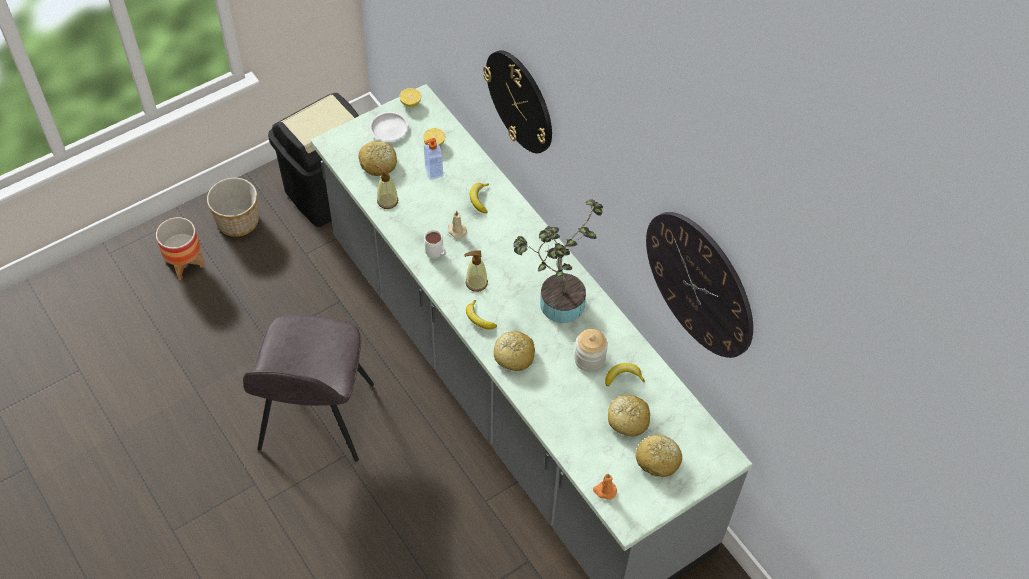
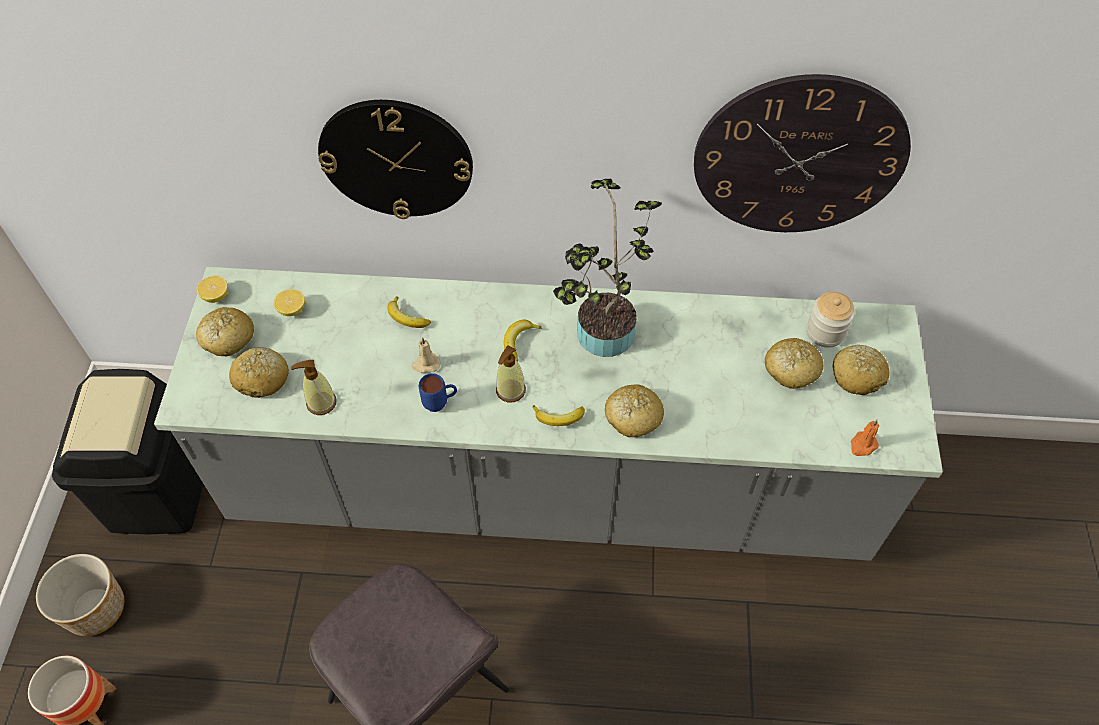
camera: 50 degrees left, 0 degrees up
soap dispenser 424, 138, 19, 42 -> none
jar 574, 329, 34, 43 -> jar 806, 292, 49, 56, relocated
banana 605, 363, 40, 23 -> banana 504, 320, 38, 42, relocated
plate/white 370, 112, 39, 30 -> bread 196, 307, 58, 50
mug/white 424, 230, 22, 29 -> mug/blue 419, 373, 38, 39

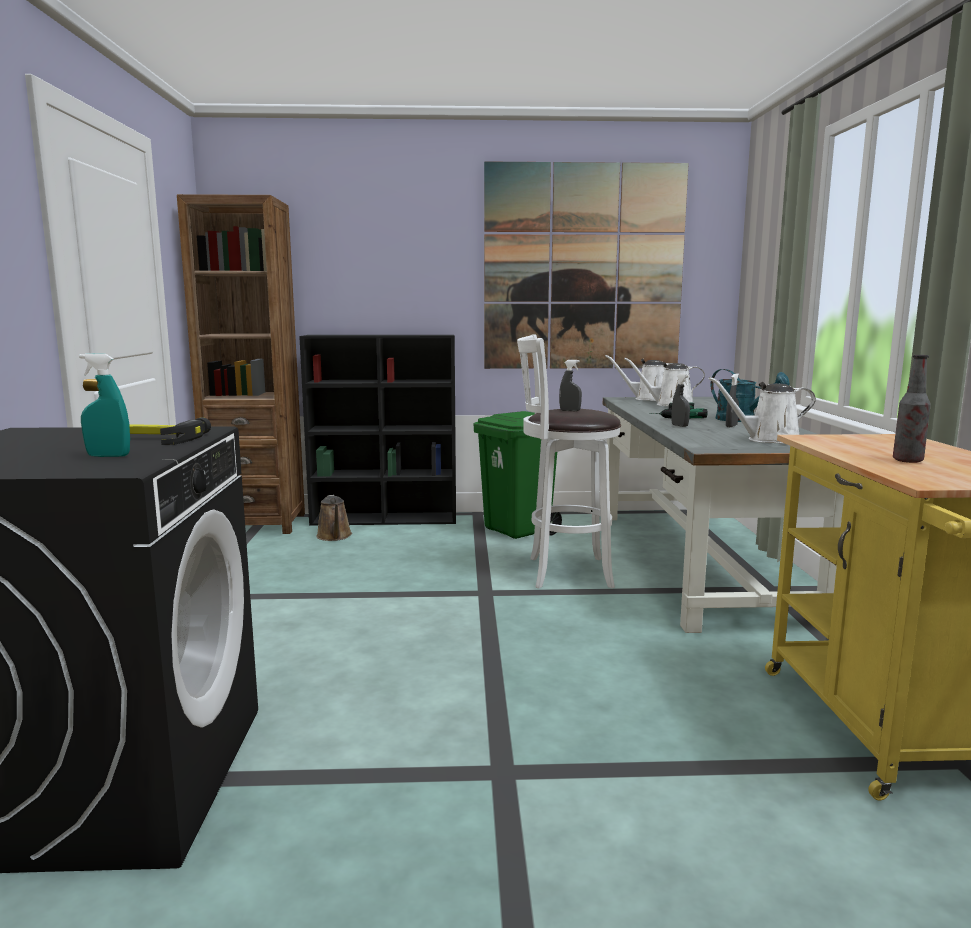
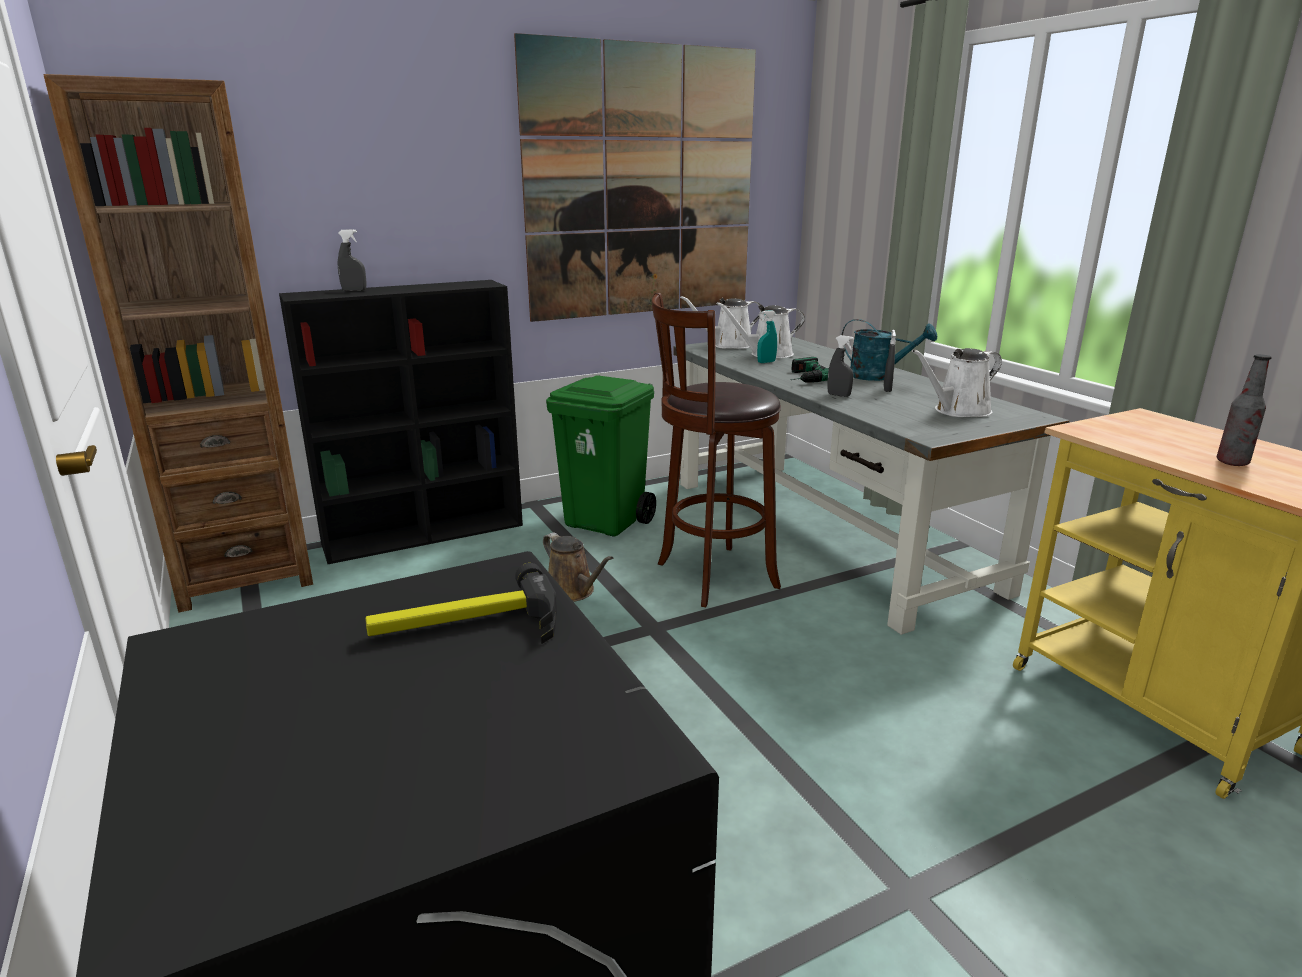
camera: 25 degrees left, 10 degrees up
spray bottle/turquoise 79, 353, 51, 104 -> spray bottle/turquoise 757, 310, 20, 53, relocated
watering can/brown 316, 495, 36, 46 -> watering can/brown 543, 533, 70, 69, relocated
spray bottle/grey 559, 360, 23, 51 -> spray bottle/grey 338, 229, 28, 62, relocated
stool/white 517, 335, 104, 254 -> stool/brown 652, 293, 129, 314

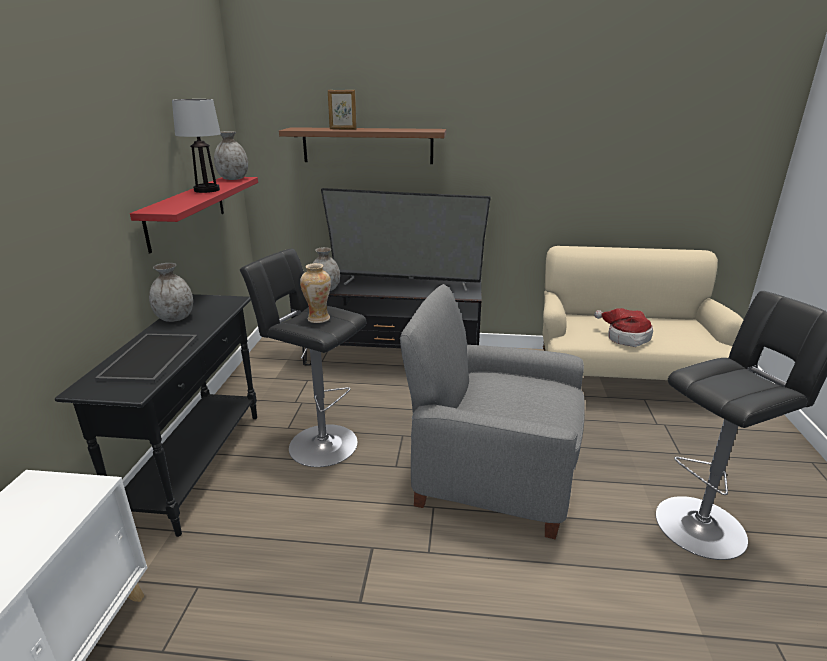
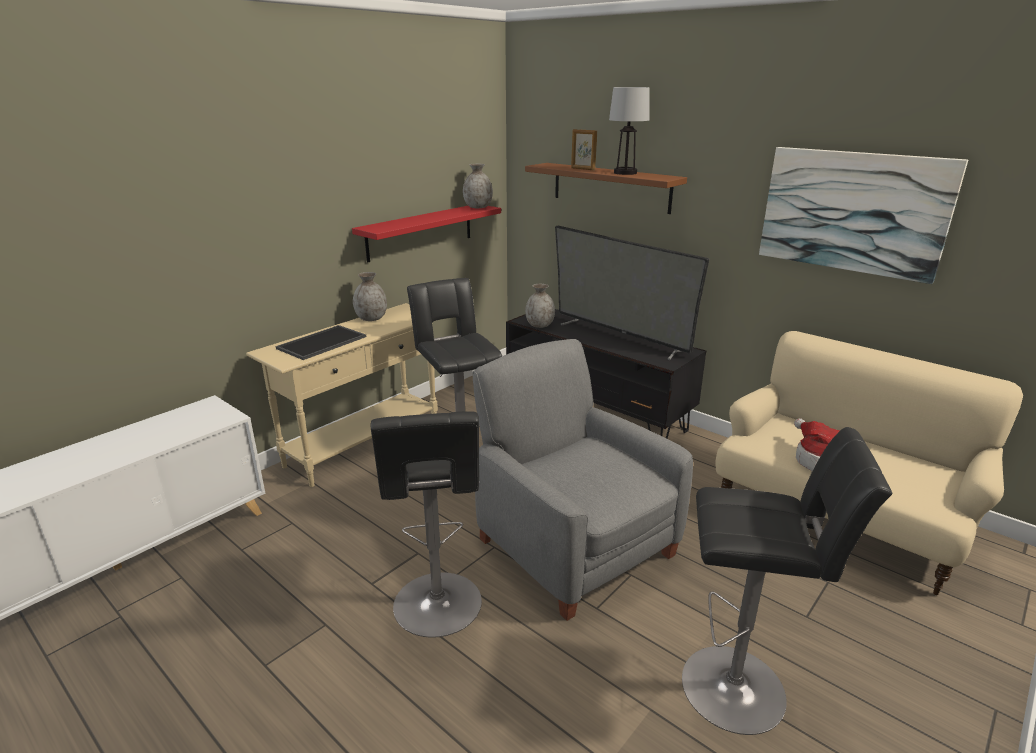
camera: 35 degrees right, 0 degrees up
vase 300, 263, 31, 60 -> none
none -> stool/black 370, 412, 112, 226
none -> picture 759, 147, 209, 137
table lamp 172, 99, 49, 94 -> table lamp 609, 87, 41, 88, relocated
console table/black 55, 294, 202, 243 -> console table/beige 246, 303, 192, 184

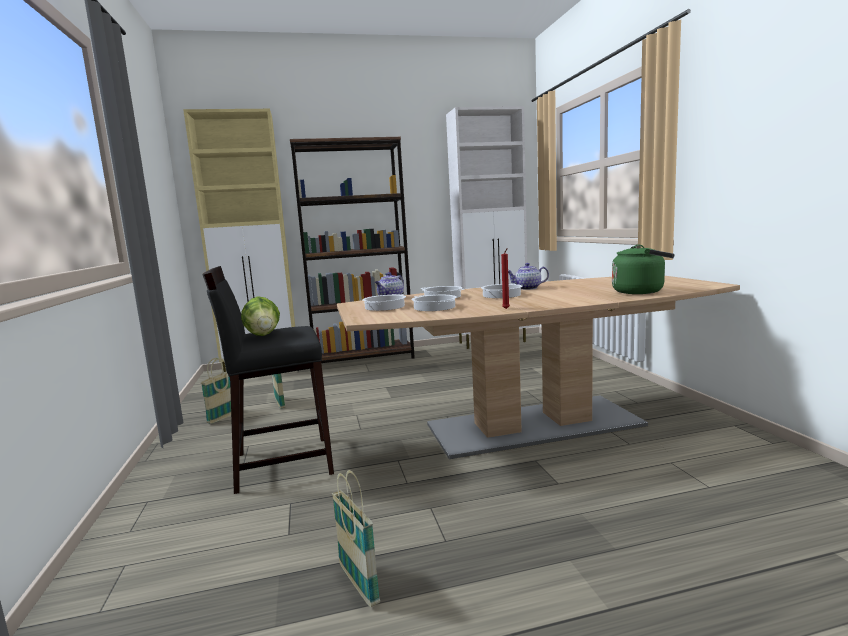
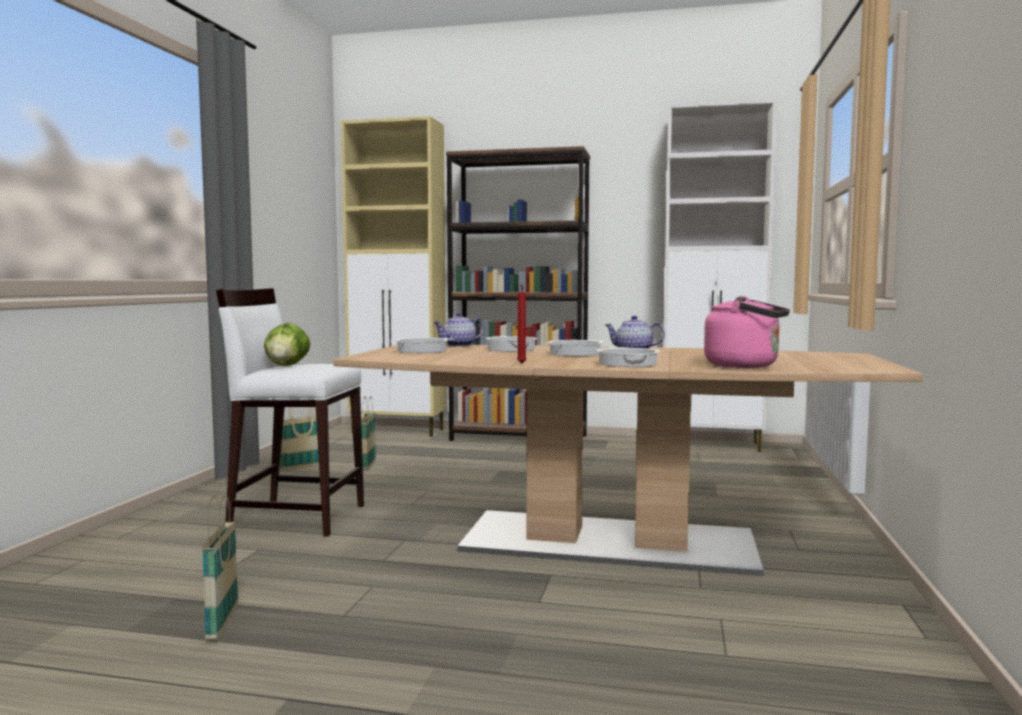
camera: 25 degrees right, 5 degrees down
cooking pot 411, 295, 46, 16 -> cooking pot 596, 347, 64, 20, relocated
stool/black 202, 266, 132, 228 -> stool/white 216, 288, 148, 249
kettle/green 612, 245, 63, 49 -> kettle/pink 704, 296, 86, 72

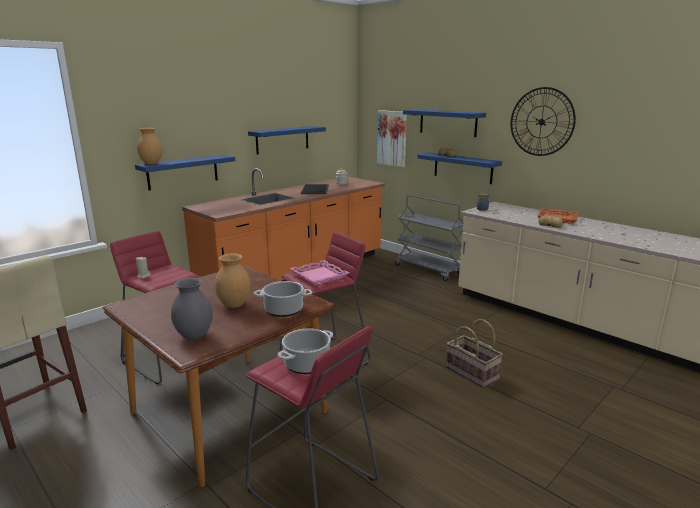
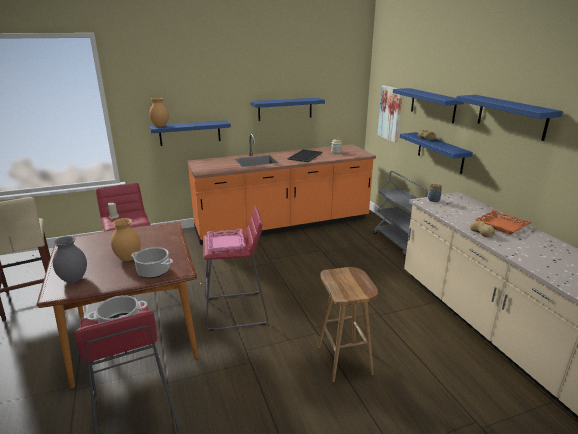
camera: 25 degrees right, 5 degrees up
basket 446, 319, 57, 69 -> stool/brown 317, 267, 61, 115
wall clock 511, 87, 65, 69 -> shelf/blue 456, 95, 107, 46

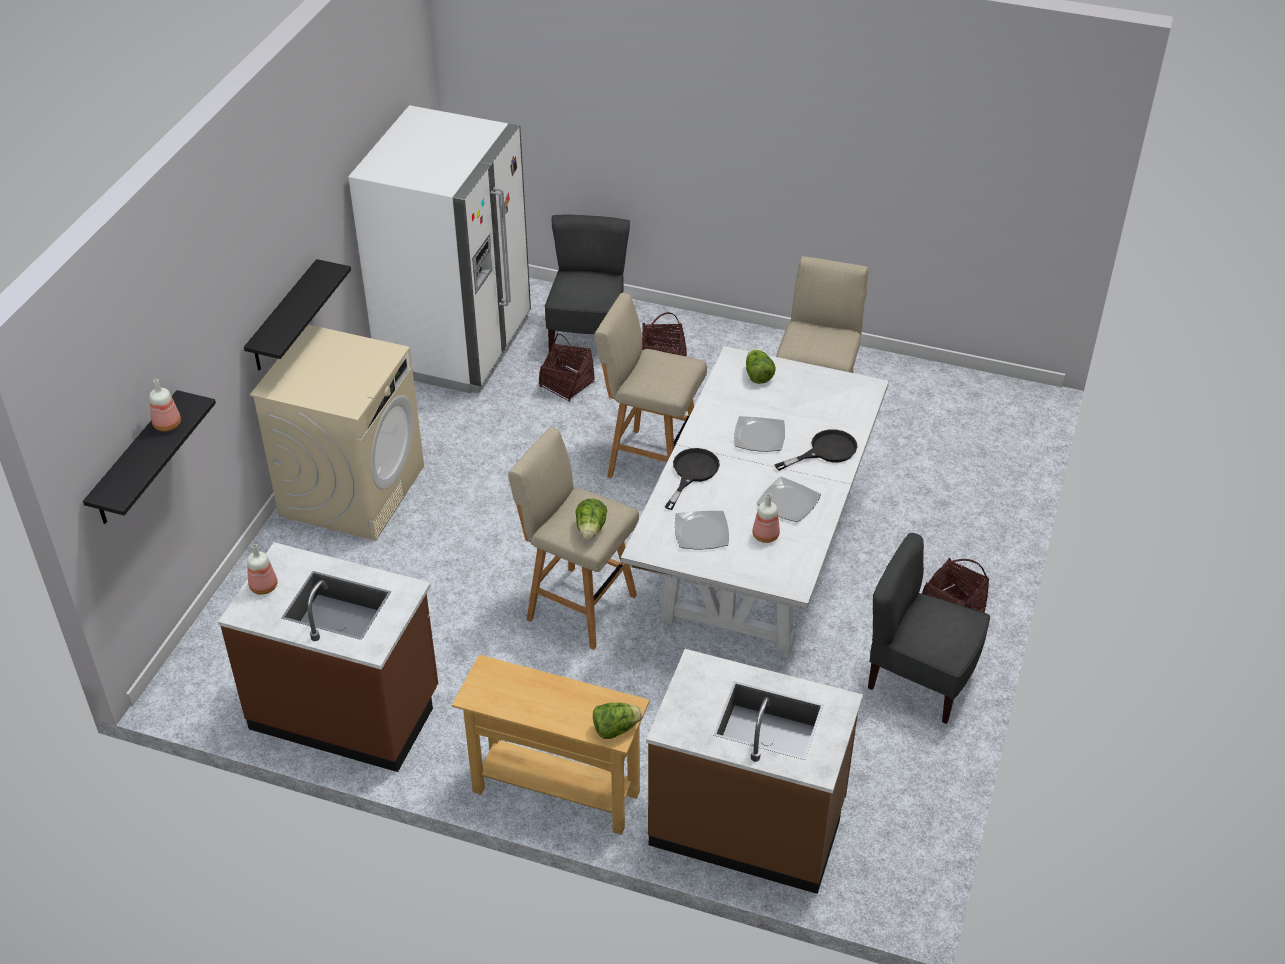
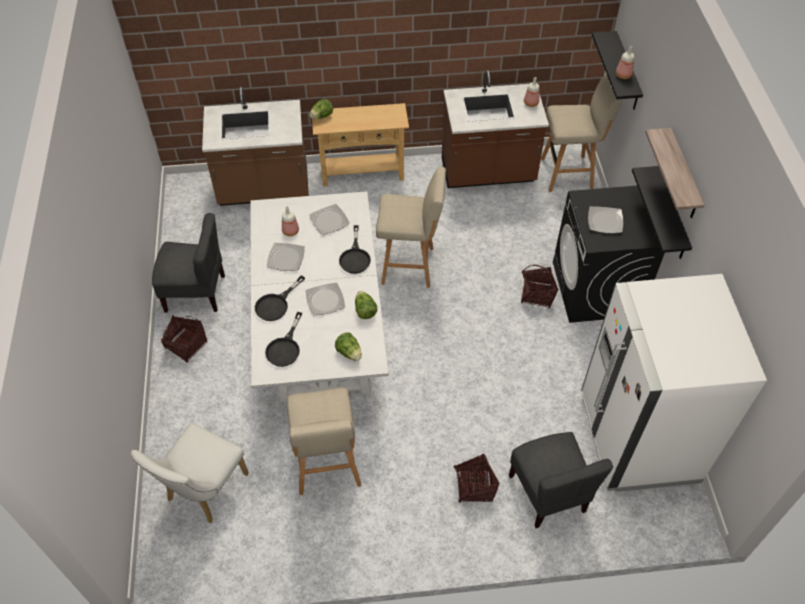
camera: 155 degrees right, 10 degrees up
none -> chair/white 131, 424, 118, 99
none -> frying pan/black 265, 312, 37, 55
none -> plate 588, 206, 35, 27
none -> shelf 645, 128, 59, 90
basket 539, 334, 56, 68 -> basket 521, 265, 37, 43, relocated
lettuce 576, 499, 31, 40 -> lettuce 355, 291, 22, 28, relocated
stool/beige 595, 293, 112, 185 -> stool/beige 541, 73, 81, 119, relocated
washing machine/beige 250, 324, 174, 217 -> washing machine/black 553, 186, 112, 137

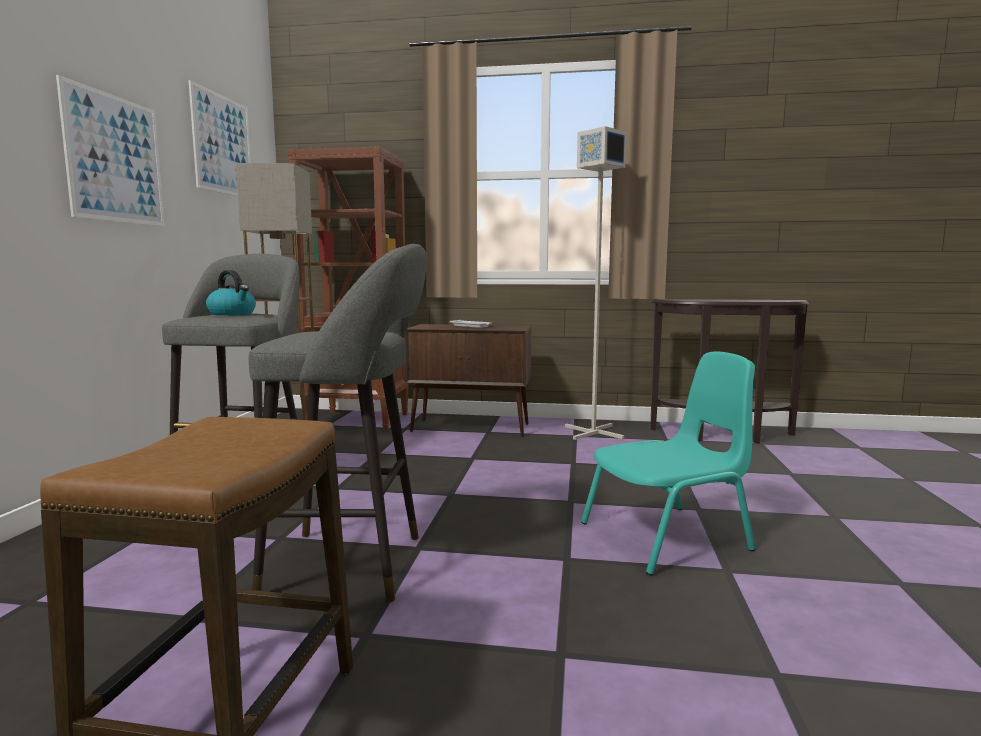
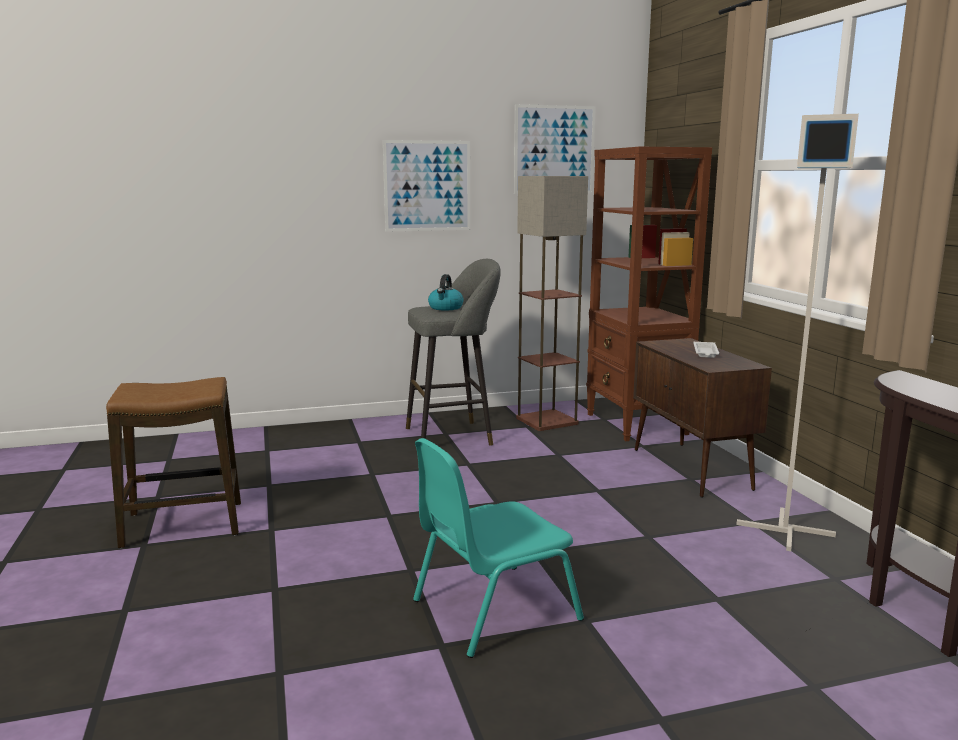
camera: 65 degrees right, 5 degrees up
stool/grey 249, 244, 178, 358 -> none
chair/turquoise 581, 351, 175, 225 -> chair/turquoise 413, 438, 171, 220, 105 degrees clockwise

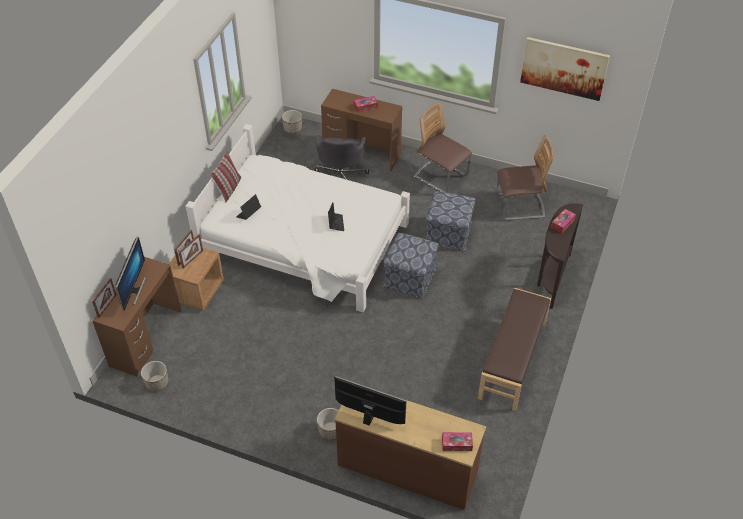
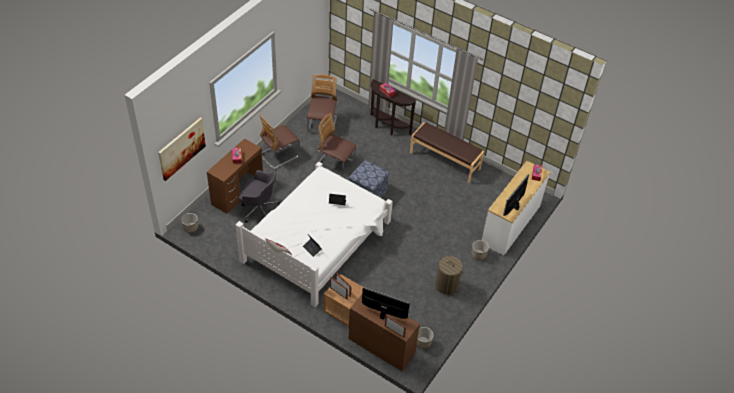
camera: 80 degrees left, 0 degrees up
none -> laundry basket 436, 256, 28, 39
picture 520, 37, 90, 64 -> picture 158, 118, 48, 63, relocated
ottoman 426, 191, 49, 60 -> chair 318, 113, 39, 64
dresser/brown 335, 401, 151, 109 -> dresser/white 482, 161, 68, 95

